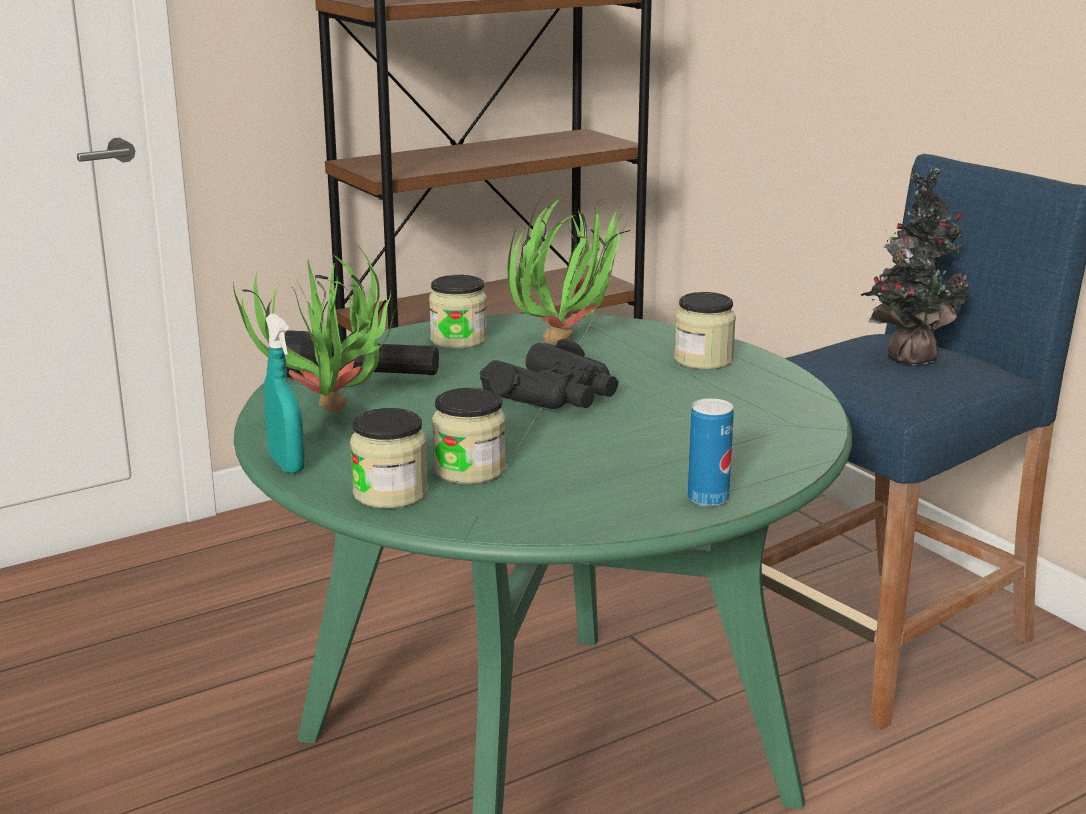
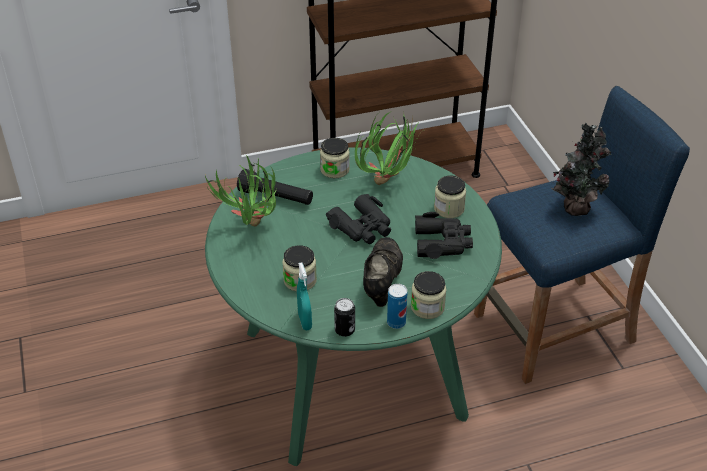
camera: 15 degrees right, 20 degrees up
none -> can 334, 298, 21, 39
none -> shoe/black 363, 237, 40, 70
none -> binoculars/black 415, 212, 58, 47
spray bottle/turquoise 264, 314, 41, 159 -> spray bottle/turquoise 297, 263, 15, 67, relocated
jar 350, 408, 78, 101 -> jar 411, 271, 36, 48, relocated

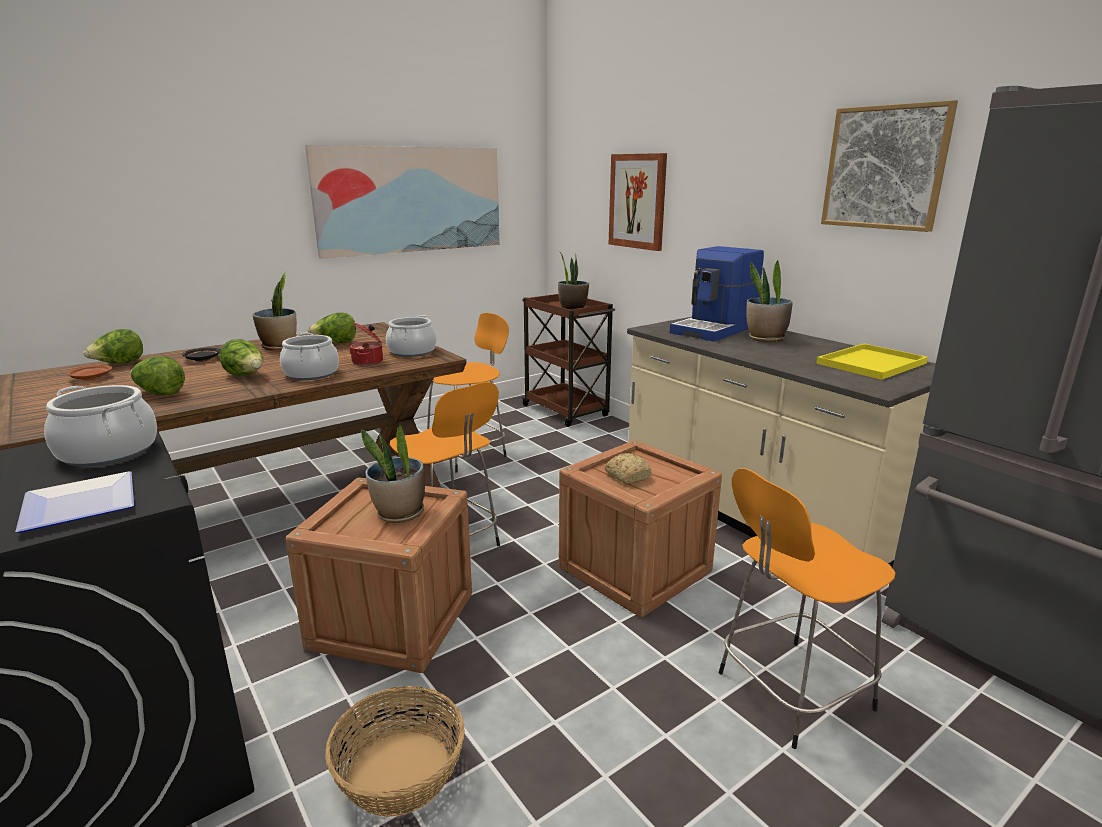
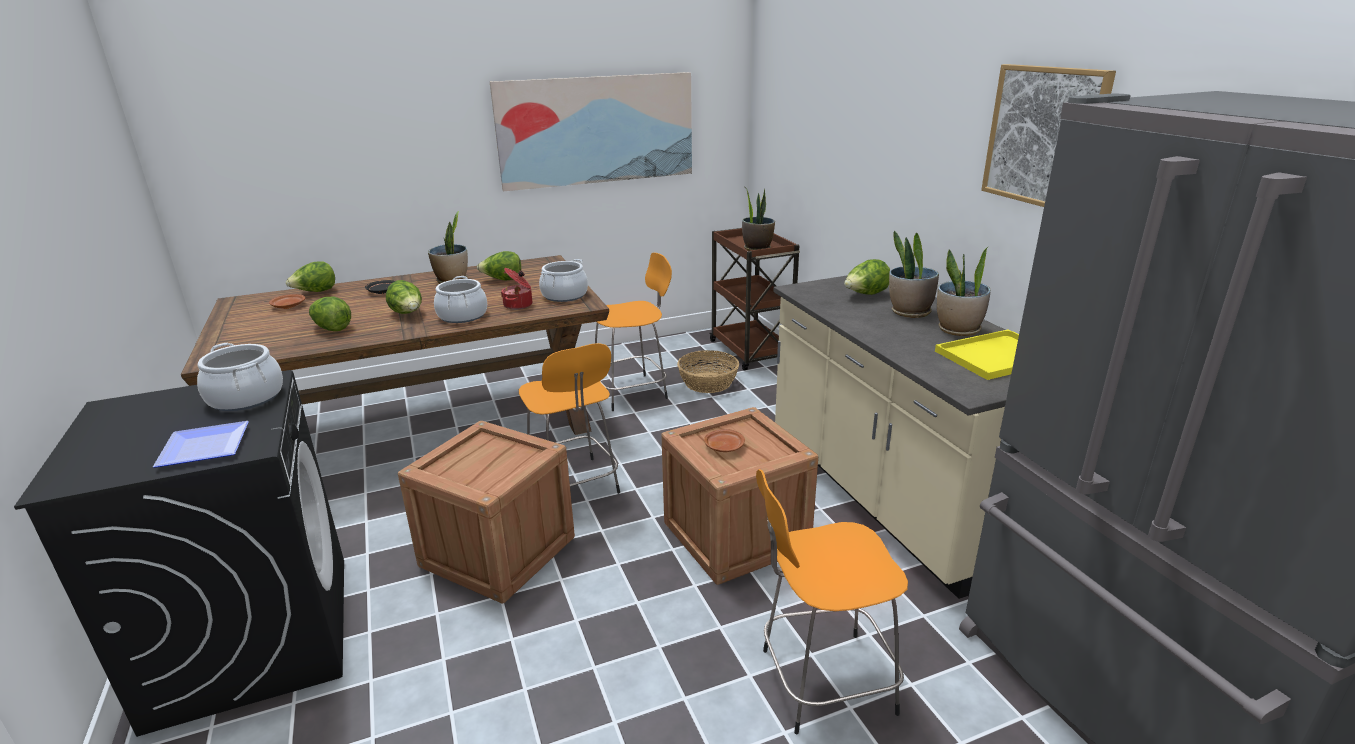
camera: 15 degrees right, 5 degrees up
picture 609, 153, 58, 98 -> none
basket 325, 686, 140, 131 -> basket 677, 350, 62, 43, relocated
potted plant 361, 425, 64, 98 -> potted plant 937, 246, 54, 90, relocated
bread 605, 453, 47, 31 -> plate/brown 704, 429, 41, 23
coffee machine 670, 246, 94, 96 -> lettuce 844, 259, 46, 36

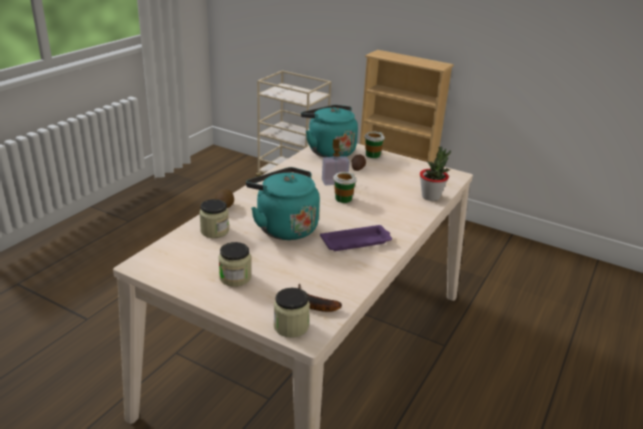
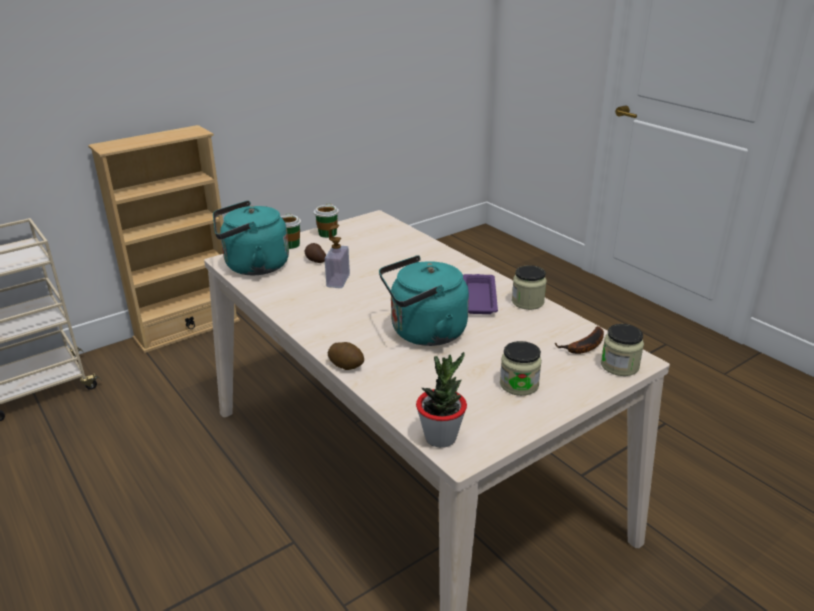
camera: 65 degrees left, 0 degrees up
jar 199, 199, 30, 39 -> jar 512, 265, 35, 45, relocated
cup 333, 172, 24, 31 -> cup 314, 203, 25, 35, relocated
potted plant 420, 146, 31, 55 -> potted plant 416, 352, 51, 96, relocated

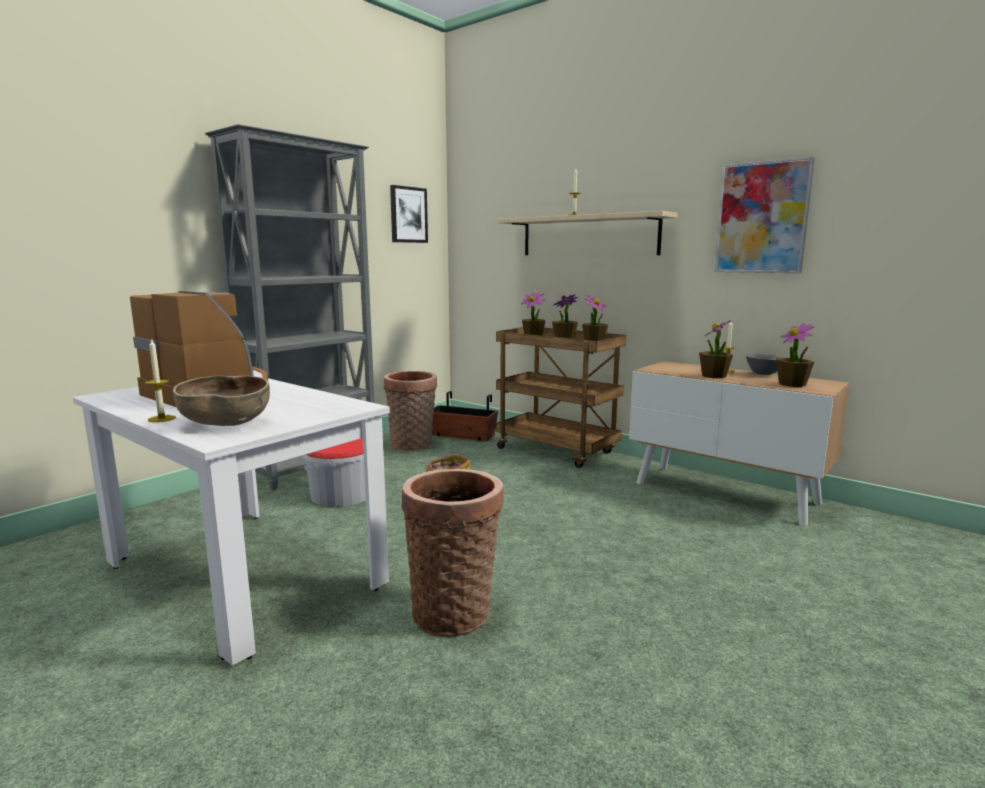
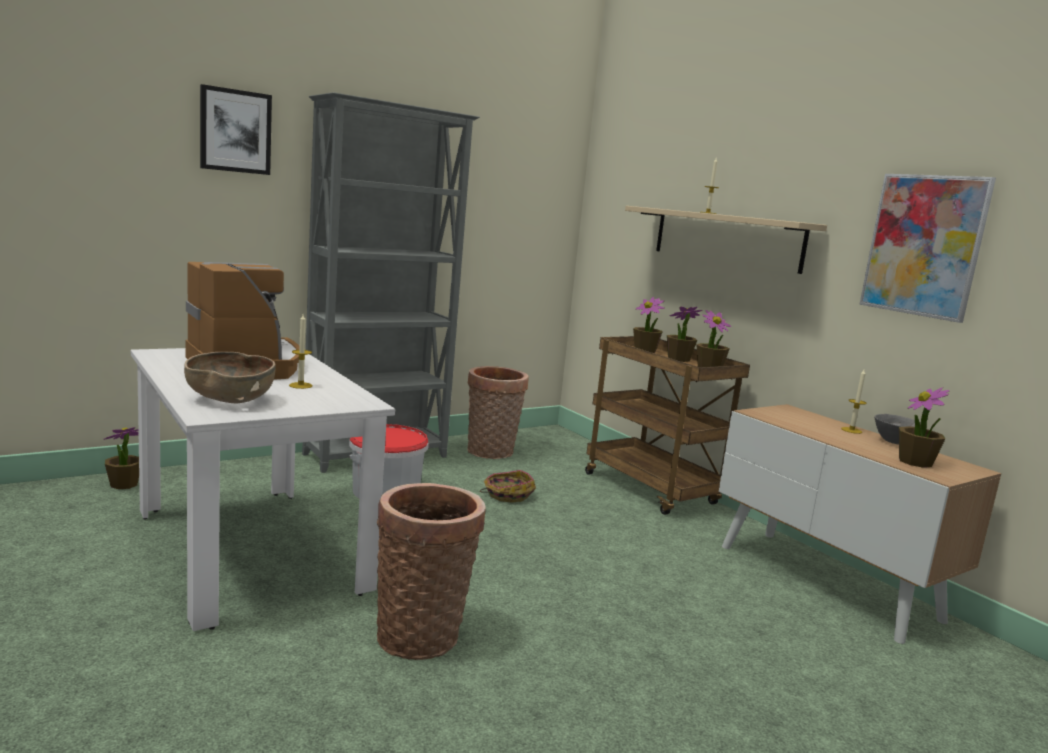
camera: 15 degrees right, 0 degrees up
planter 432, 391, 66, 50 -> none
candle 145, 338, 31, 84 -> candle 289, 314, 23, 75, relocated
picture 390, 185, 38, 58 -> picture 200, 84, 72, 91, relocated
potted plant 699, 319, 34, 59 -> potted plant 104, 427, 35, 62, relocated

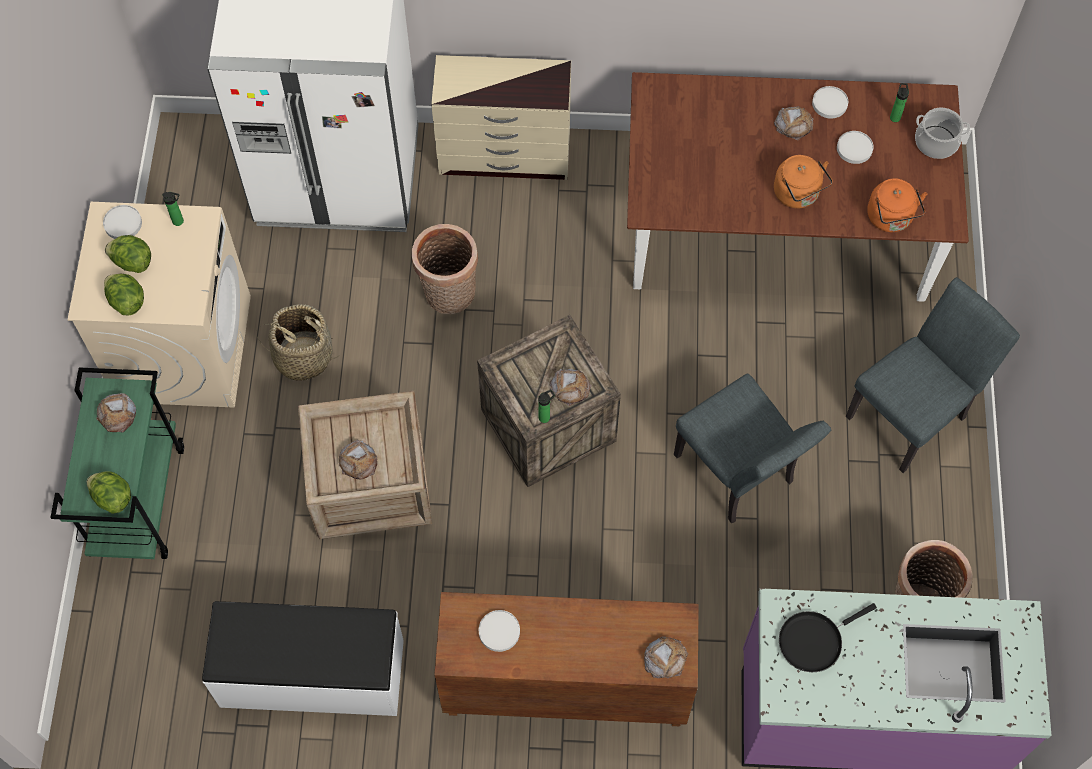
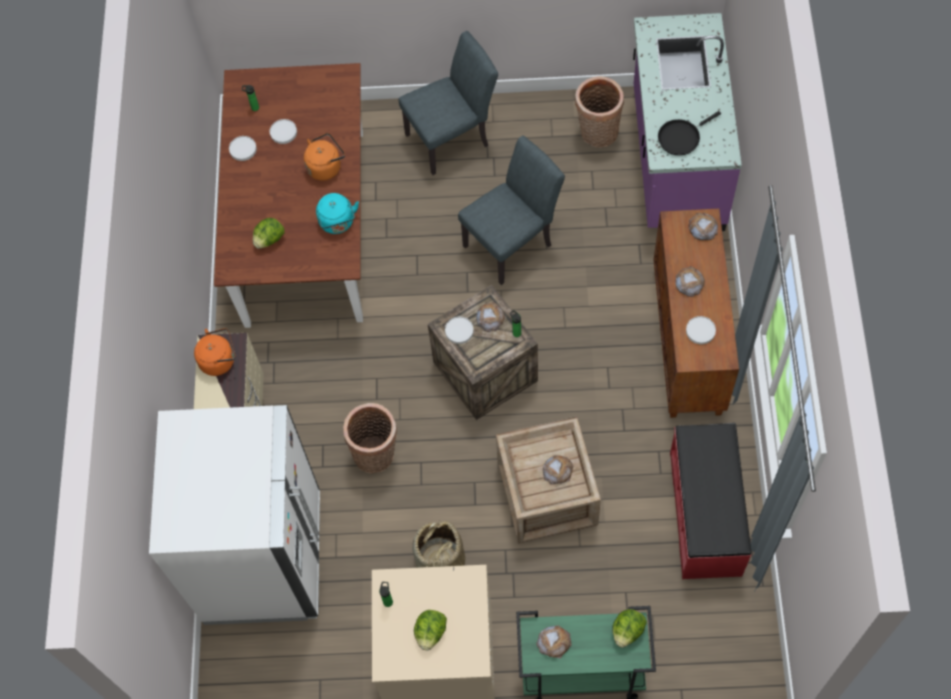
camera: 90 degrees left, 0 degrees up
cooking pot 915, 108, 55, 51 -> none
none -> kettle/turquoise 316, 193, 43, 41
plate/white 103, 205, 39, 34 -> plate/white 445, 317, 29, 27, relocated
lettuce 104, 274, 40, 41 -> lettuce 253, 218, 32, 31, relocated
bread 774, 106, 40, 34 -> bread 675, 266, 30, 31, relocated
kettle/orange 867, 178, 60, 54 -> kettle/orange 194, 328, 41, 48, relocated
bench/white 202, 601, 202, 115 -> bench/red 670, 423, 81, 156
frying pan/black 779, 603, 98, 69 -> frying pan/black 658, 111, 63, 44, 90 degrees clockwise
chair/grey 846, 278, 174, 195 -> chair/grey 399, 31, 99, 144, 105 degrees clockwise

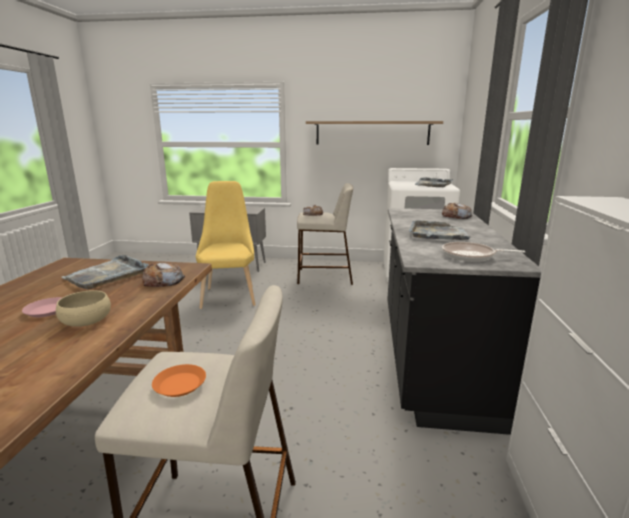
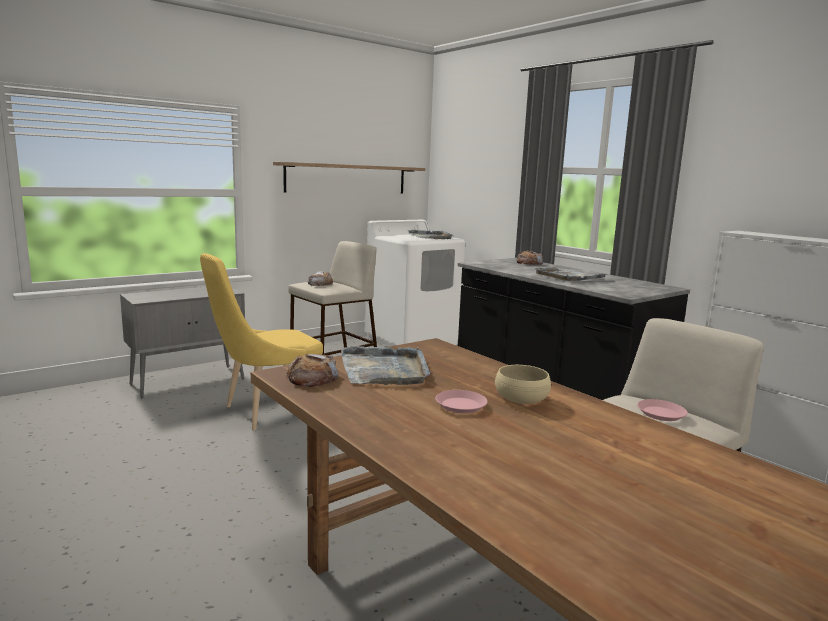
camera: 45 degrees left, 5 degrees down
frying pan 442, 242, 83, 20 -> none
bread 142, 263, 43, 24 -> bread 286, 354, 53, 33, relocated
plate/orange 152, 364, 54, 33 -> plate/pink 637, 399, 51, 22
chair/yellow 196, 181, 59, 128 -> chair/yellow 200, 253, 123, 178, 75 degrees counterclockwise

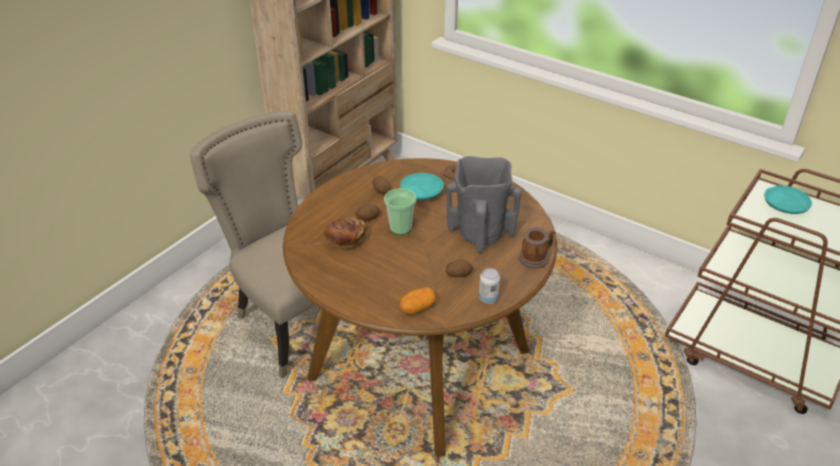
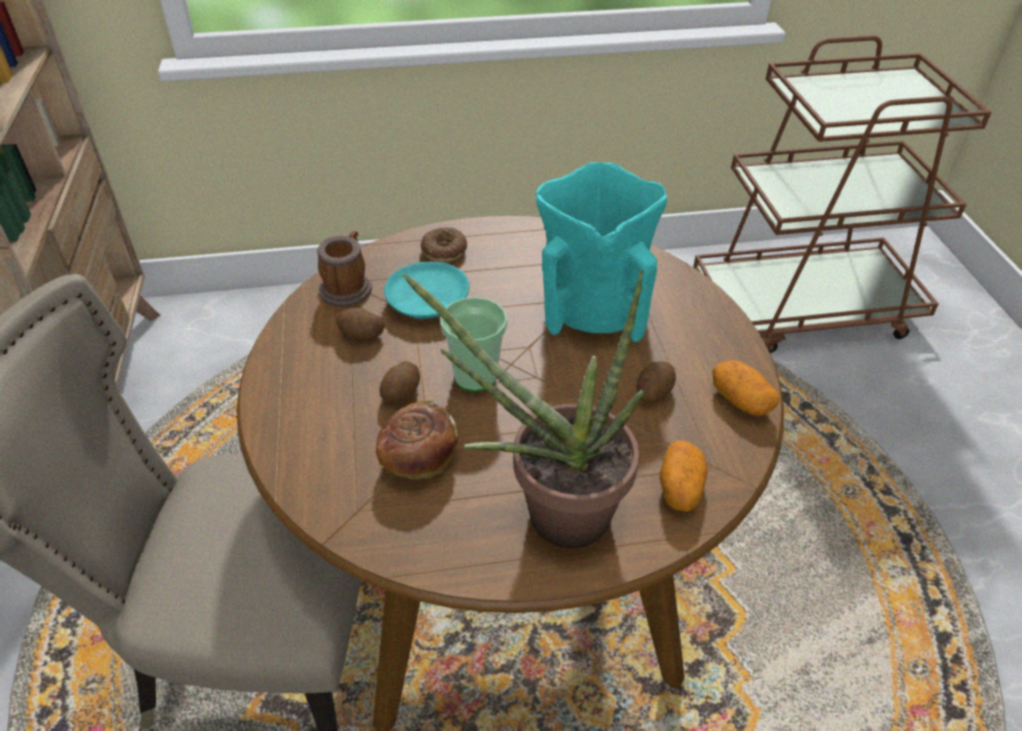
camera: 45 degrees left, 5 degrees up
plate/turquoise 764, 185, 48, 29 -> none
none -> potted plant 403, 270, 242, 278
mug 519, 227, 36, 41 -> mug 317, 231, 55, 76, relocated
can 479, 268, 21, 36 -> potato 712, 360, 68, 56
vase/grey 447, 156, 74, 97 -> vase/turquoise 536, 162, 131, 180

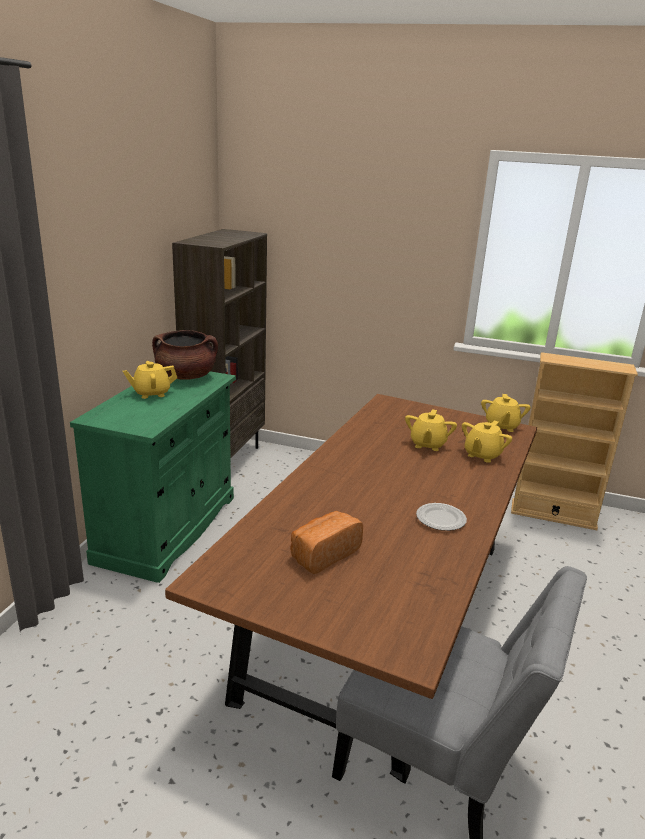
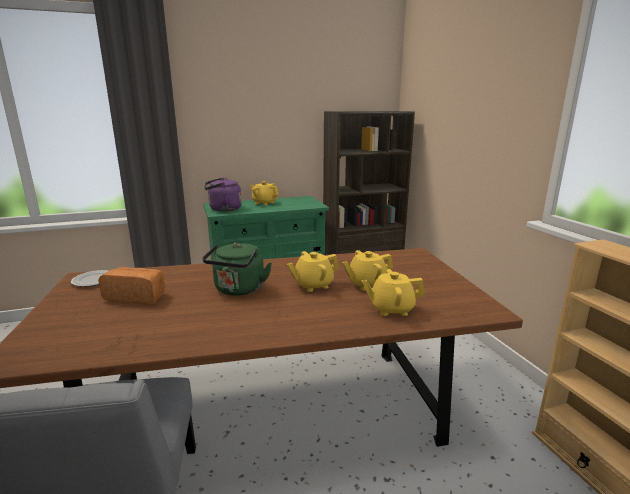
camera: 55 degrees right, 5 degrees down
cooking pot/brown 152, 330, 66, 50 -> none
none -> kettle/green 202, 242, 70, 54
none -> kettle/purple 205, 177, 37, 35
plate 416, 503, 51, 28 -> plate 71, 270, 38, 17, relocated
teapot/yellow 481, 394, 50, 38 -> teapot/yellow 287, 251, 52, 41, relocated

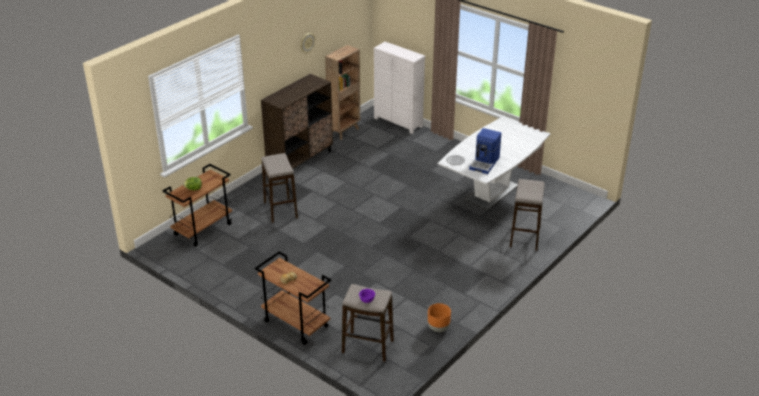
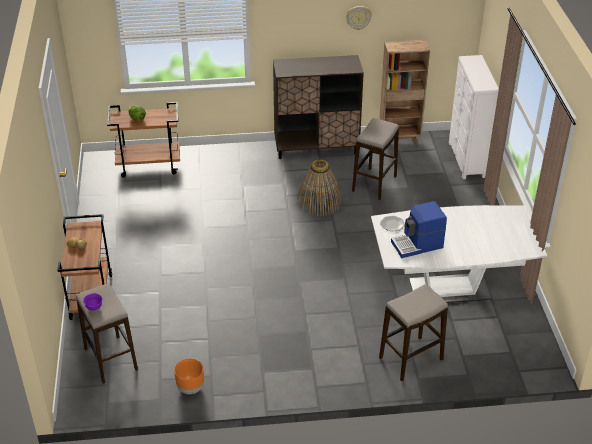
camera: 45 degrees right, 5 degrees up
none -> basket 297, 159, 45, 57
stool 261, 153, 37, 70 -> stool 352, 118, 47, 82, relocated

